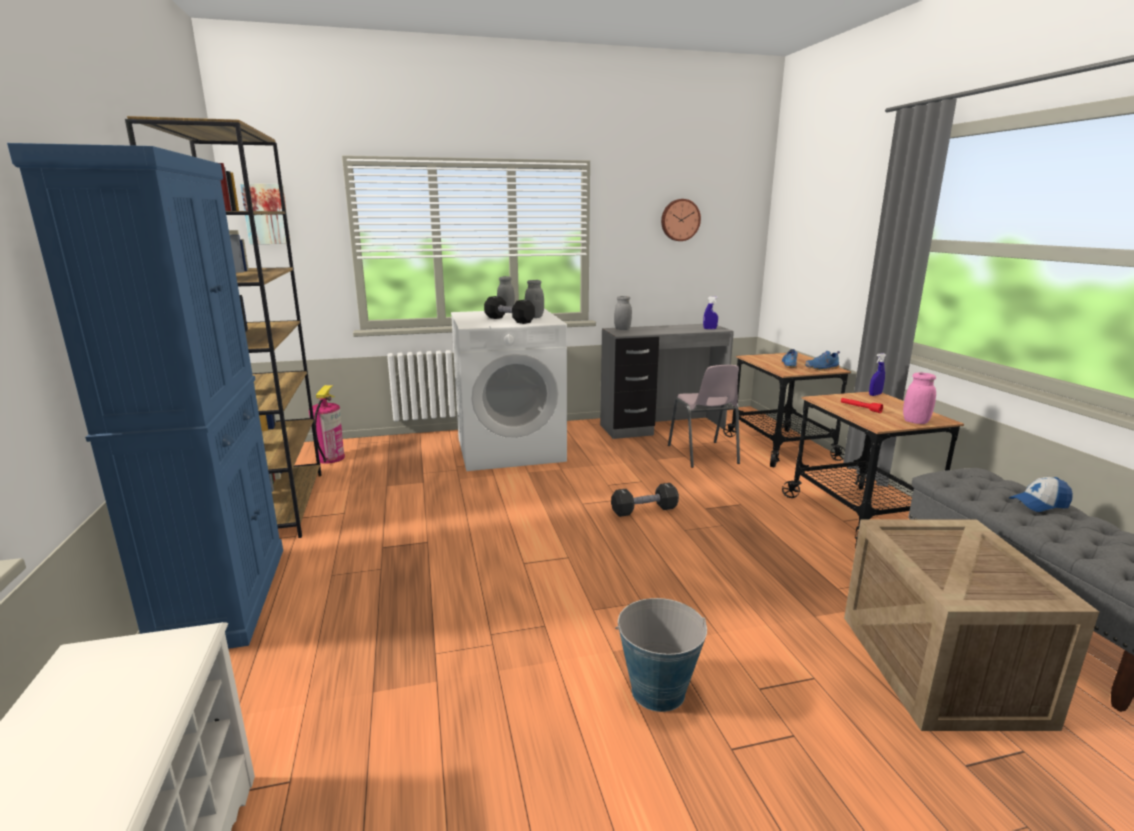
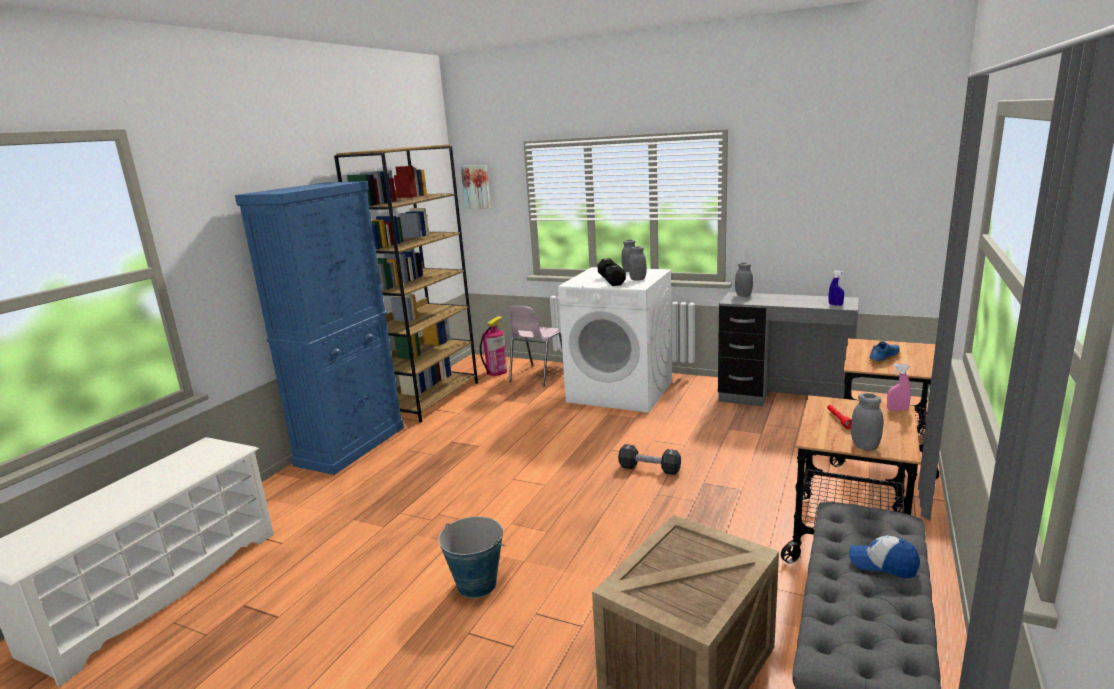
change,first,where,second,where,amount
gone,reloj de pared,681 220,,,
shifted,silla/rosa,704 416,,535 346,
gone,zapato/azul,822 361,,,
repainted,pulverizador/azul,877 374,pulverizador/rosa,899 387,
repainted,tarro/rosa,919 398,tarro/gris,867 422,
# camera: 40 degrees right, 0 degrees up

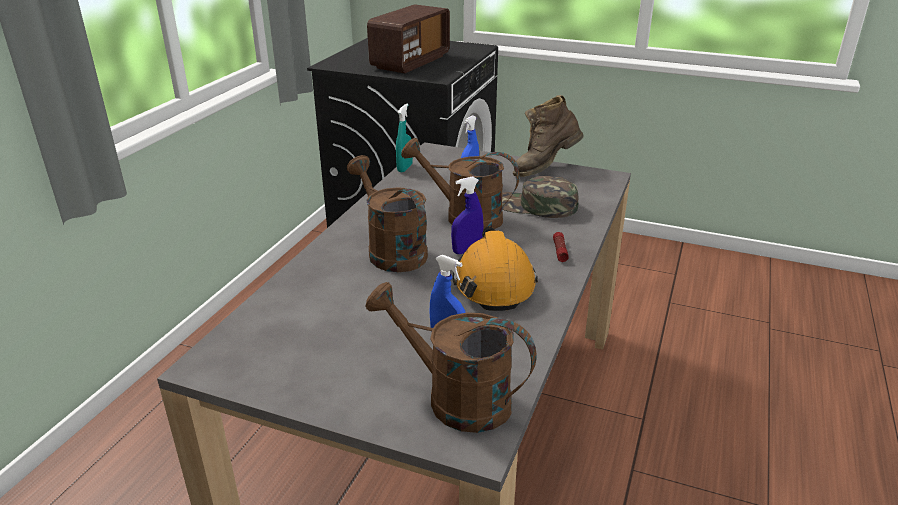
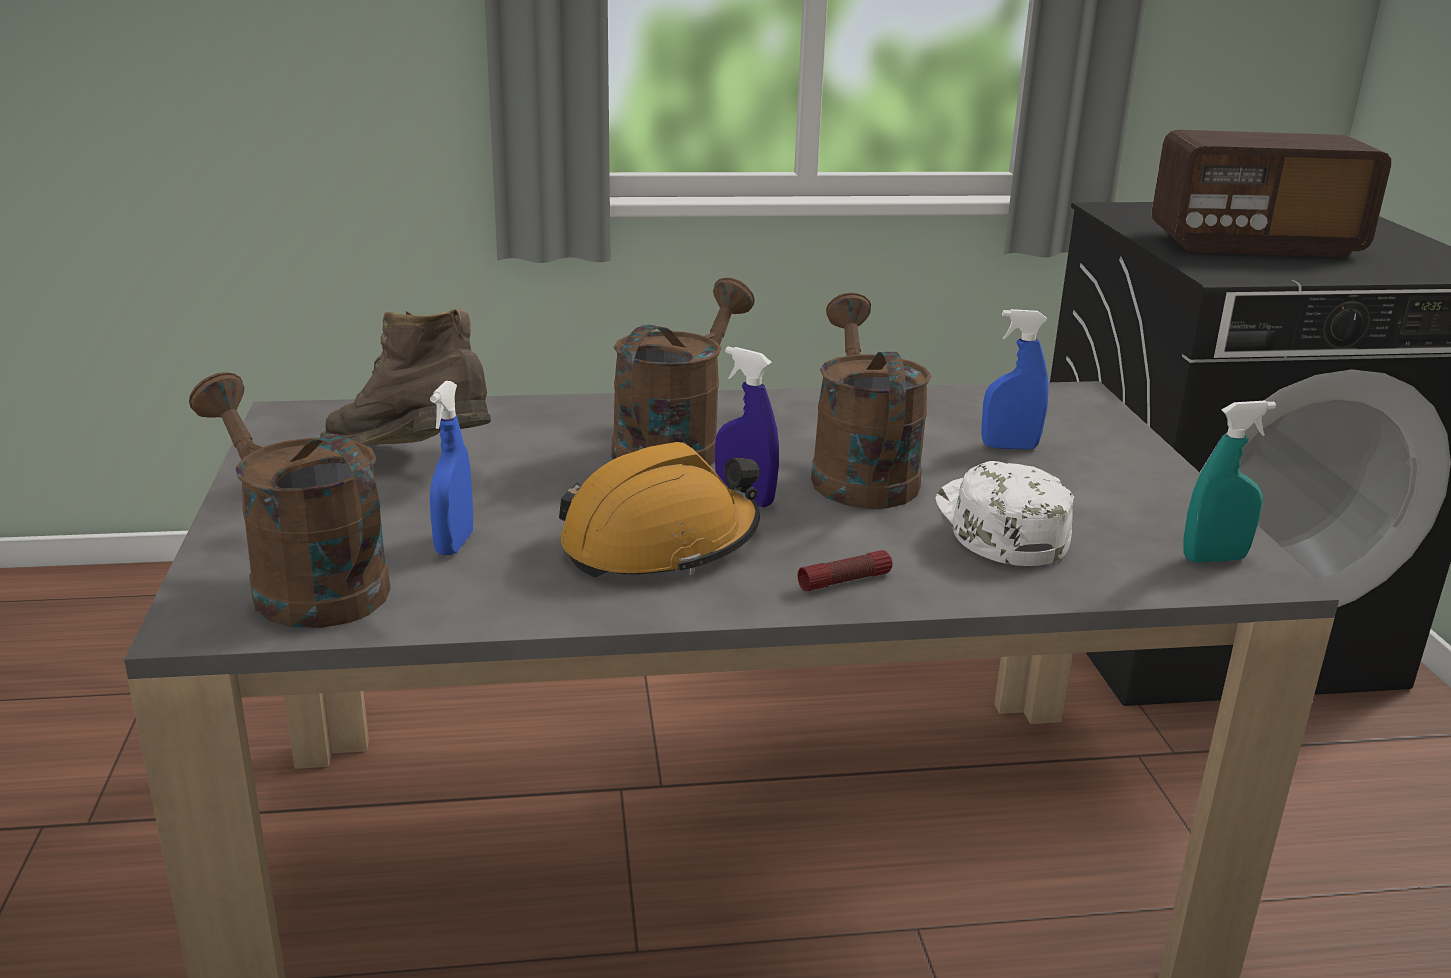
change,first,where,second,where,amount
rotated,regadera/marrón,450 357,,290 500,45 degrees counterclockwise
shifted,pulverizador/turquesa,404 138,,1229 481,
repainted,gorra/verde,540 197,gorra/blanco,1005 513,
shifted,bota/marrón,548 136,,405 376,
# camera: 60 degrees right, 5 degrees down

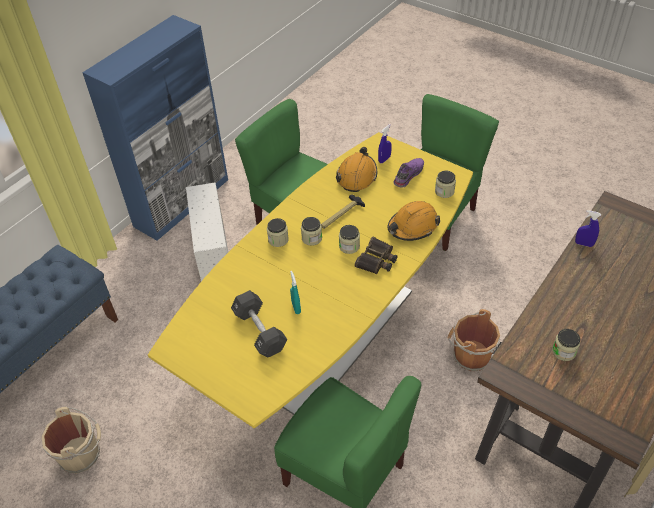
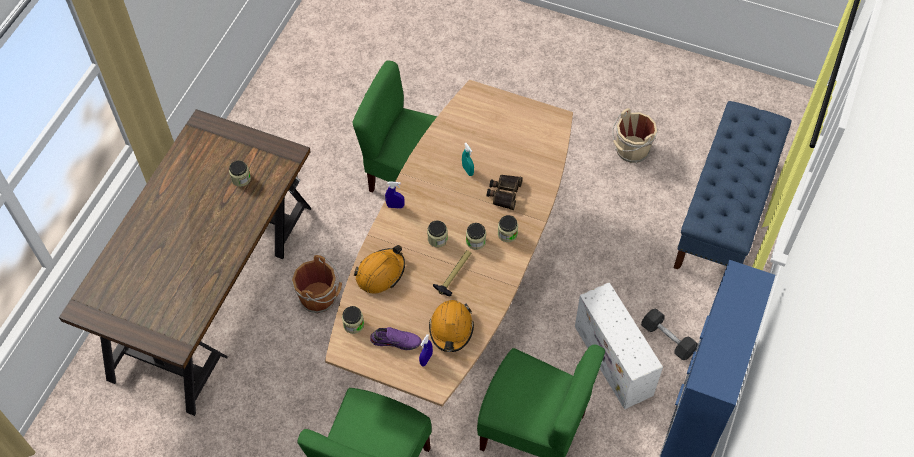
change,first,where,second,where,amount
repainted,mesa de comedor/amarillo,310 280,mesa de comedor/marrón,449 243,
shifted,mancuerna/negro,259 324,,669 334,
shifted,prismáticos,376 255,,505 192,
rotated,zapato/morado,409 173,,395 338,105 degrees counterclockwise
shifted,pulverizador/azul,588 228,,395 195,
# camera: 165 degrees right, 10 degrees up

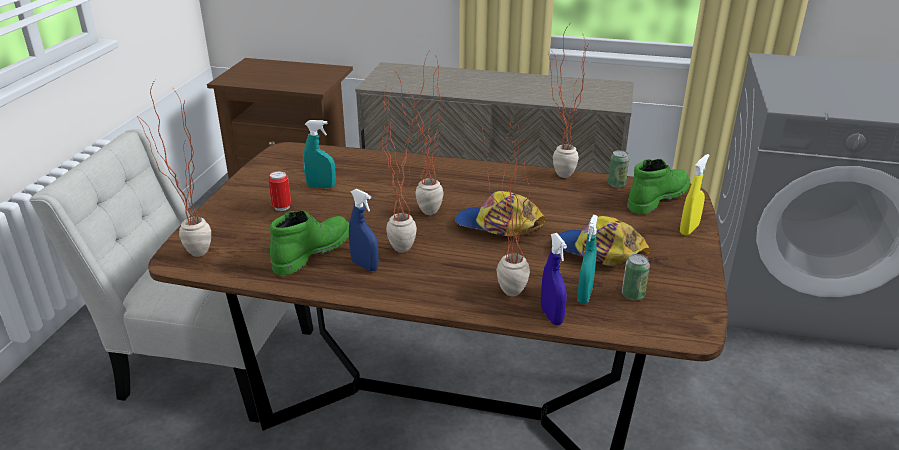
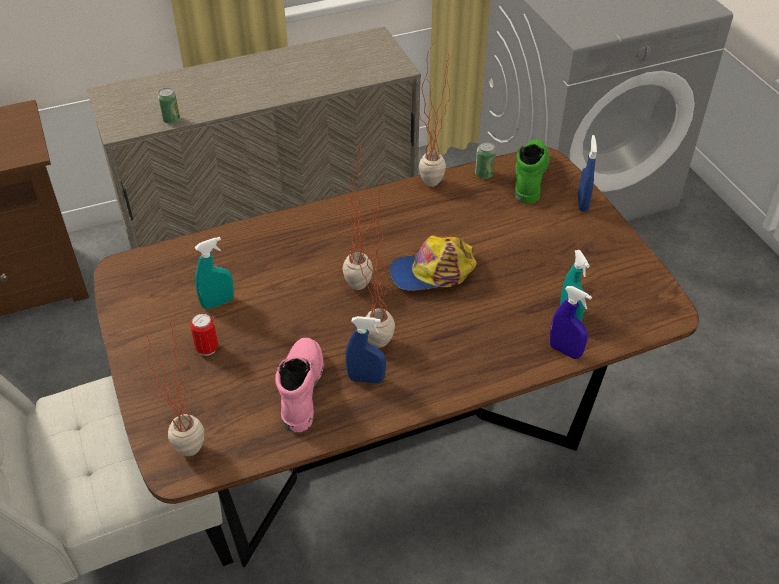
change,first,where,second,where,amount
repainted,bota/verde,309 242,bota/rosa,299 385,
gone,planta en maceta,510 199,,,
gone,gorra,604 241,,,
shifted,lata,636 277,,169 106,
repainted,pulverizador/amarillo,695 194,pulverizador/azul,587 173,
# camera: 35 degrees left, 15 degrees up

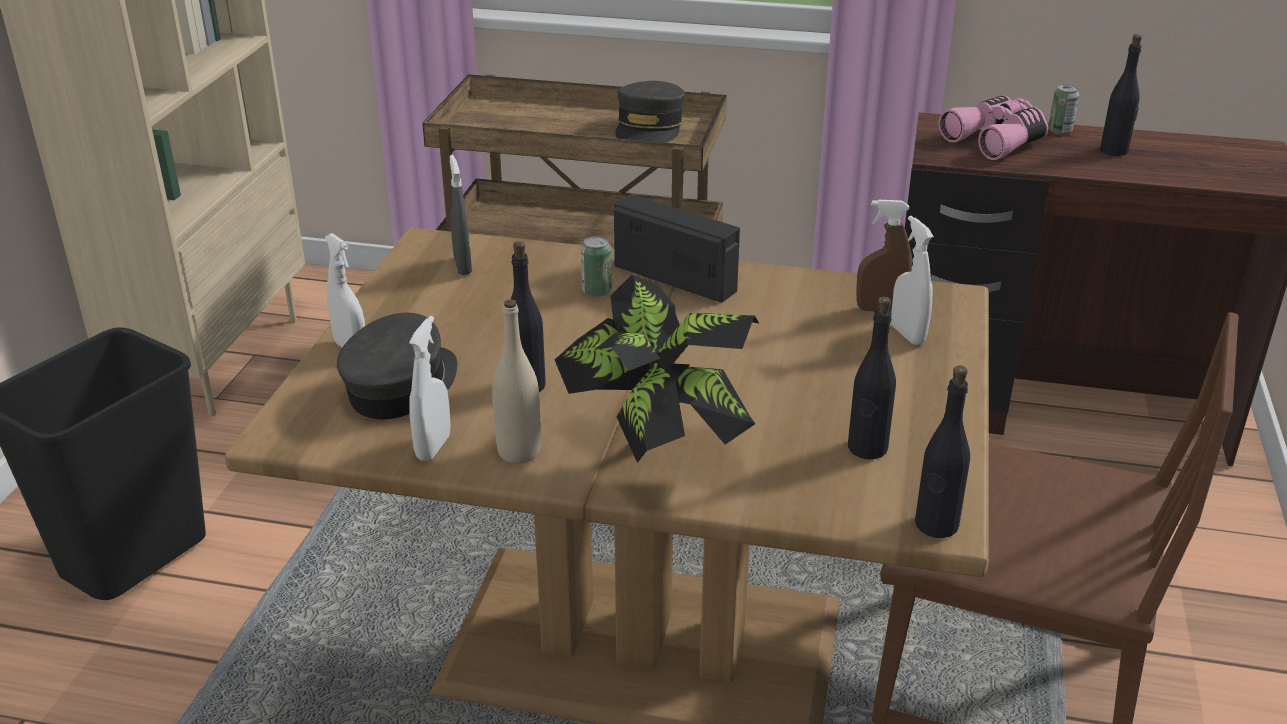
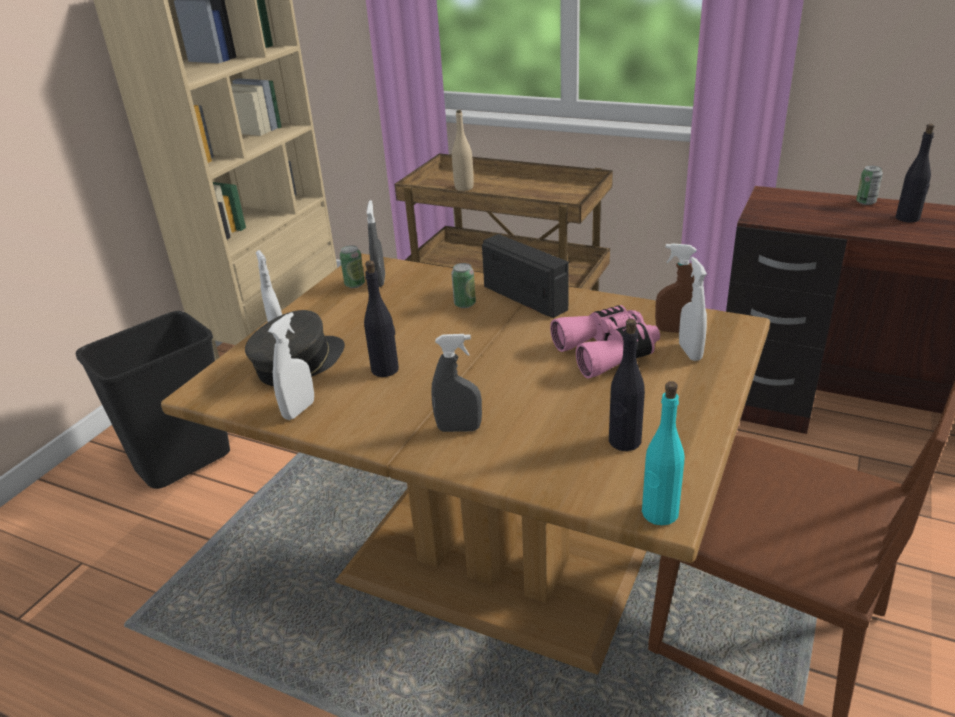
change,first,where,second,where,amount
shifted,botella/beis,516 381,,463 150,
swapped,planta en maceta,656 369,pulverizador/gris,456 383,
gone,gorra/gris,650 112,,,
repainted,botella/negro,942 452,botella/turquesa,663 453,
shifted,prismáticos/rosa,993 128,,605 341,
new,,,lata,352 266,
# camera: 15 degrees right, 0 degrees up

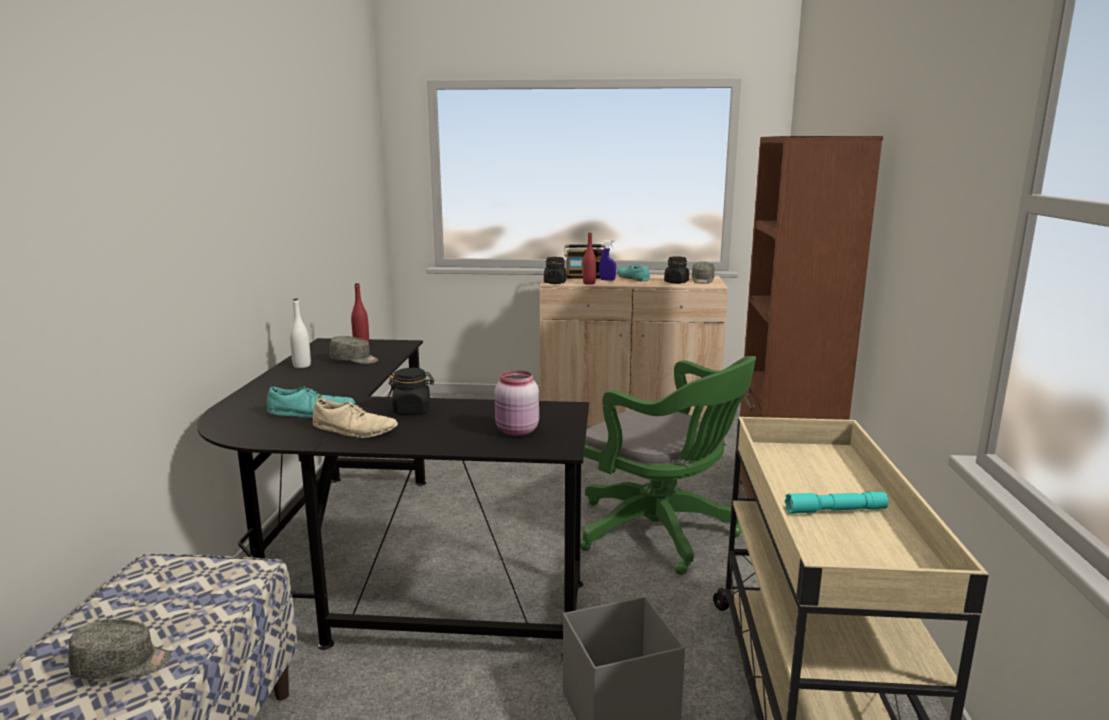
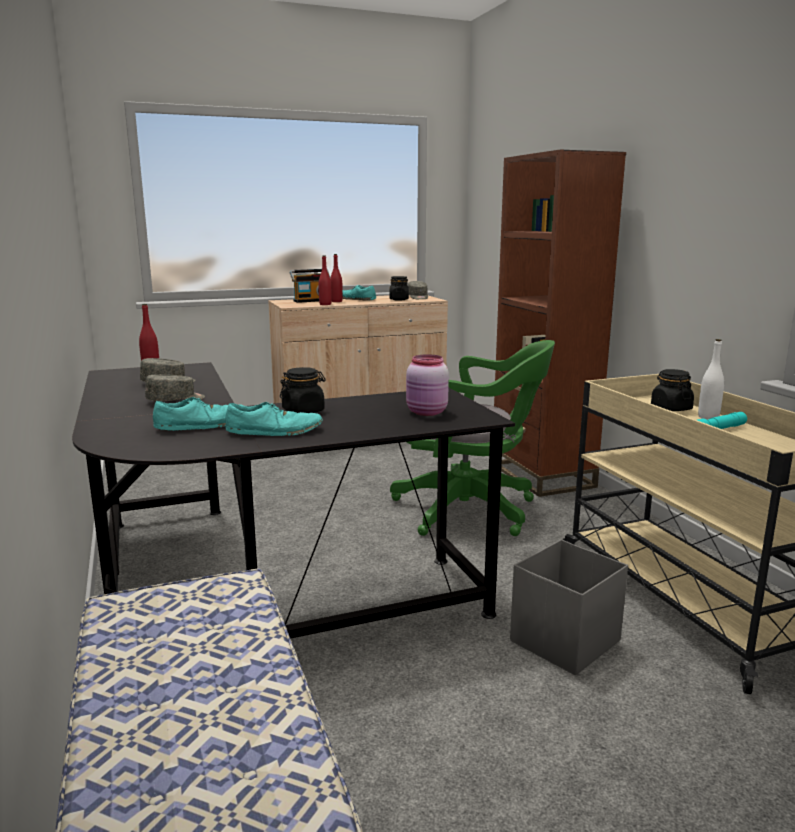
change,first,where,second,where,amount
shifted,gorra/gris,120 649,,175 387,
shifted,botella/blanco,300 333,,711 379,
repainted,zapato/beis,355 418,zapato/turquesa,274 419,
shifted,tarro/negro,555 270,,672 390,
swapped,pulverizador/azul,607 260,botella/rojo,336 278,
# camera: 25 degrees left, 0 degrees up

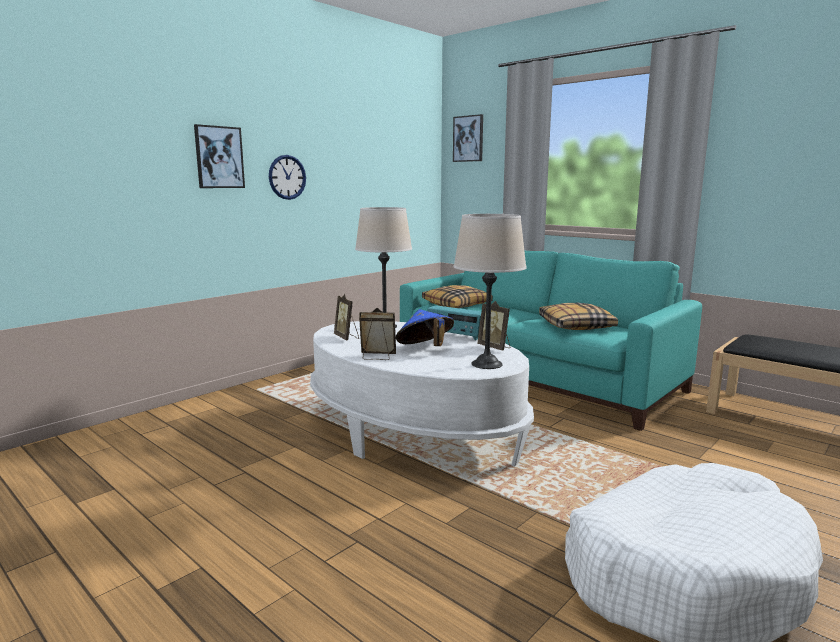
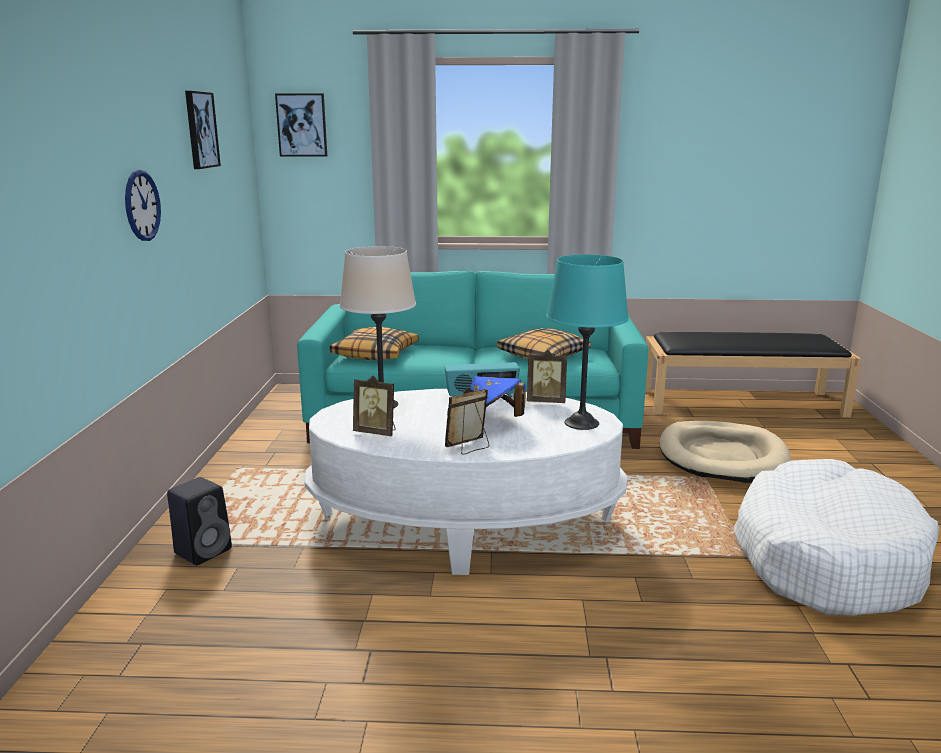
change,first,where,second,where,amount
shifted,cuadro,219 156,,203 130,
repainted,lámpara de mesa/beis,490 291,lámpara de mesa/turquesa,587 342,
new,,,altavoz/negro,199 521,
new,,,cama para perro/beis,725 452,
# camera: 40 degrees left, 5 degrees up

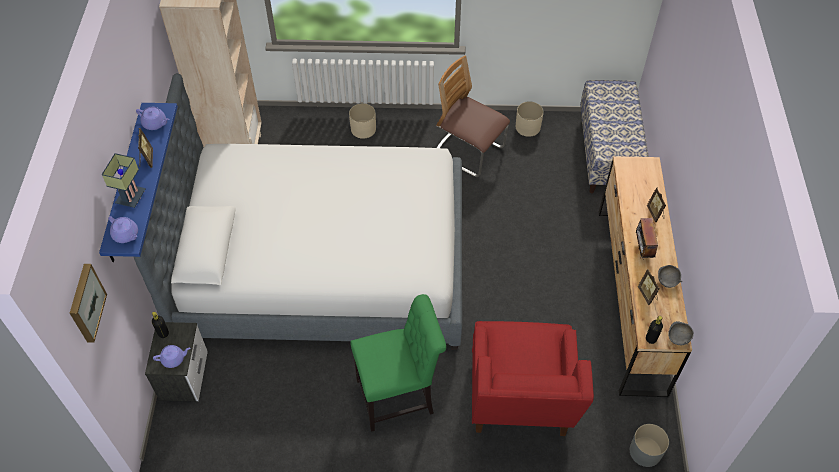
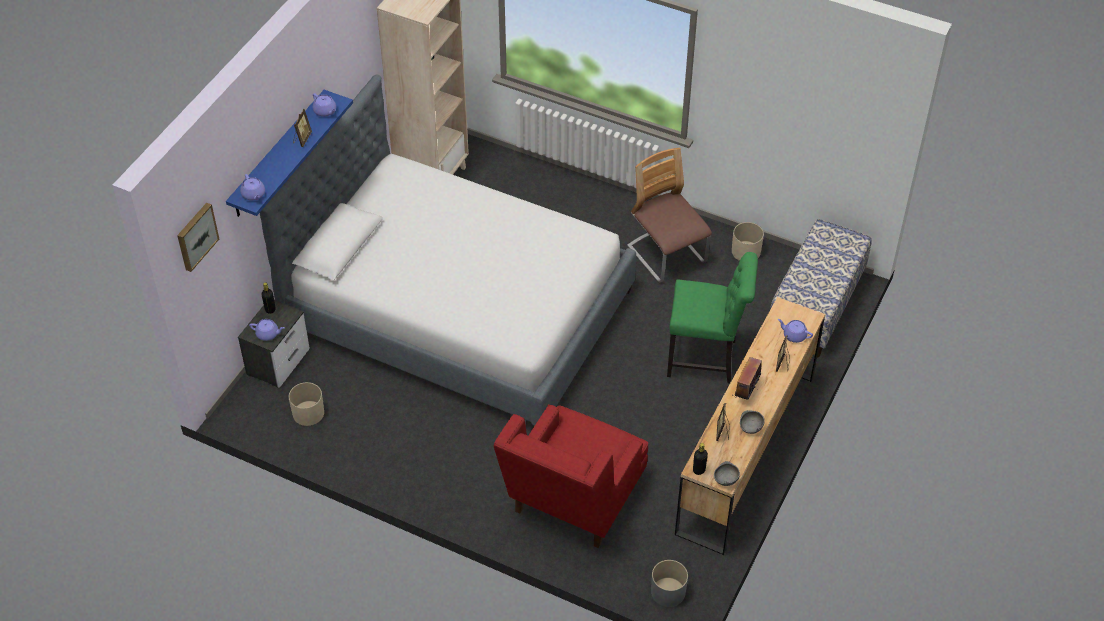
change,first,where,second,where,amount
gone,lámpara de mesa,124 180,,,
shifted,maceta/beis,362 121,,306 404,
shifted,silla/verde,398 363,,712 317,
new,,,tetera/morado,795 331,
# camera: 25 degrees right, 5 degrees down

